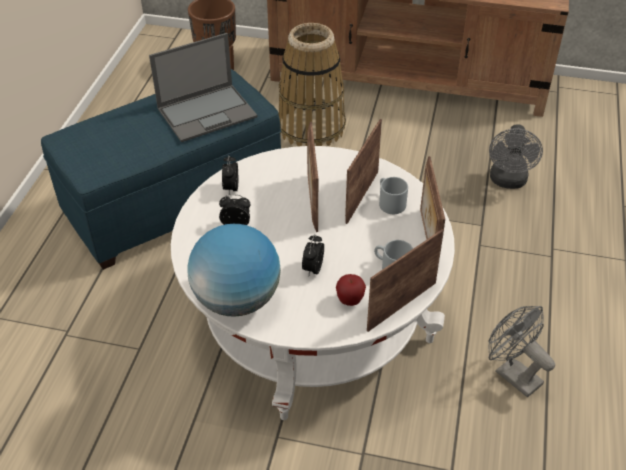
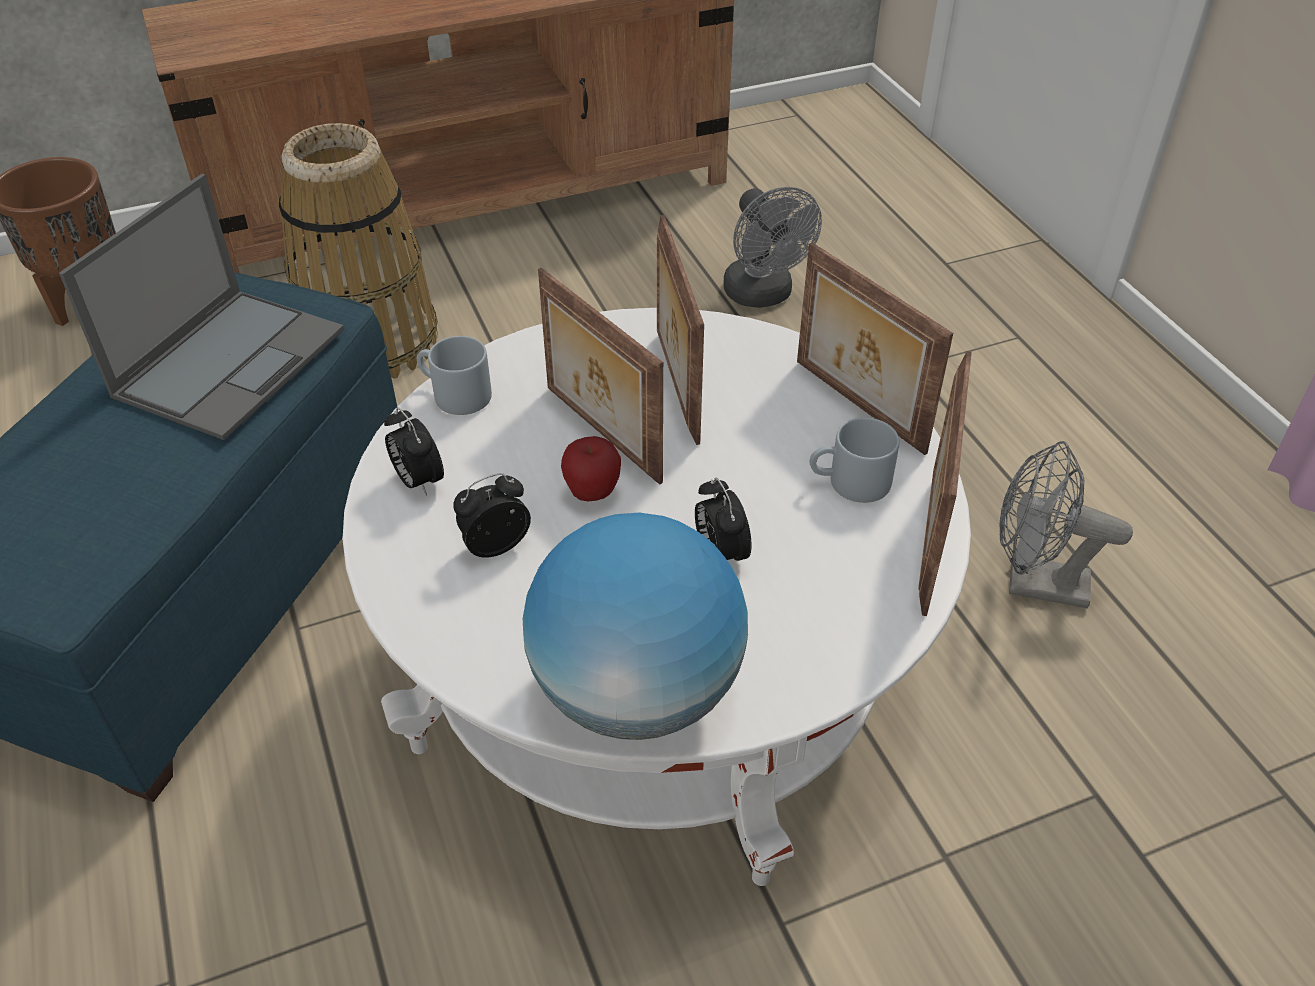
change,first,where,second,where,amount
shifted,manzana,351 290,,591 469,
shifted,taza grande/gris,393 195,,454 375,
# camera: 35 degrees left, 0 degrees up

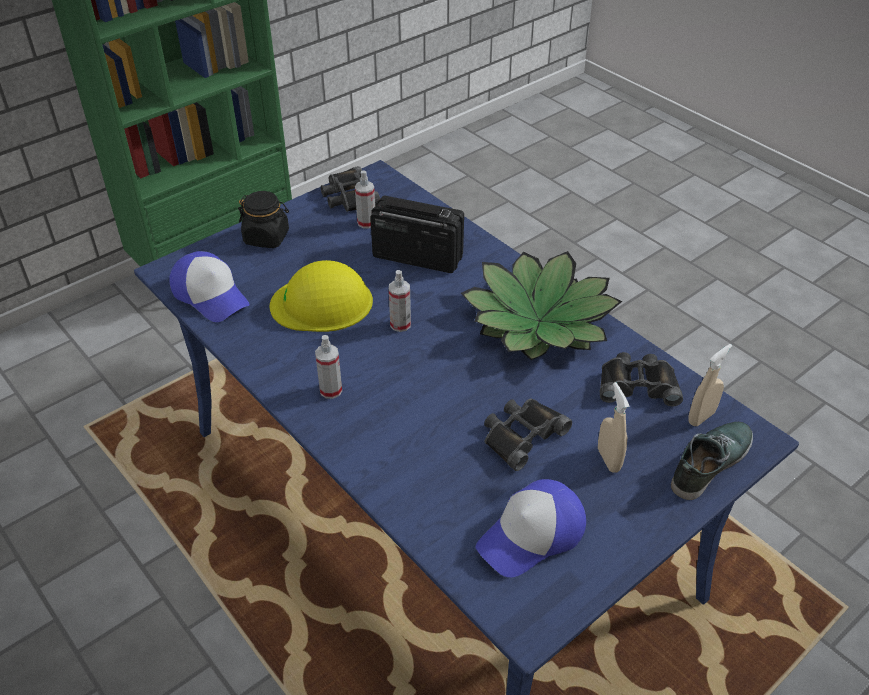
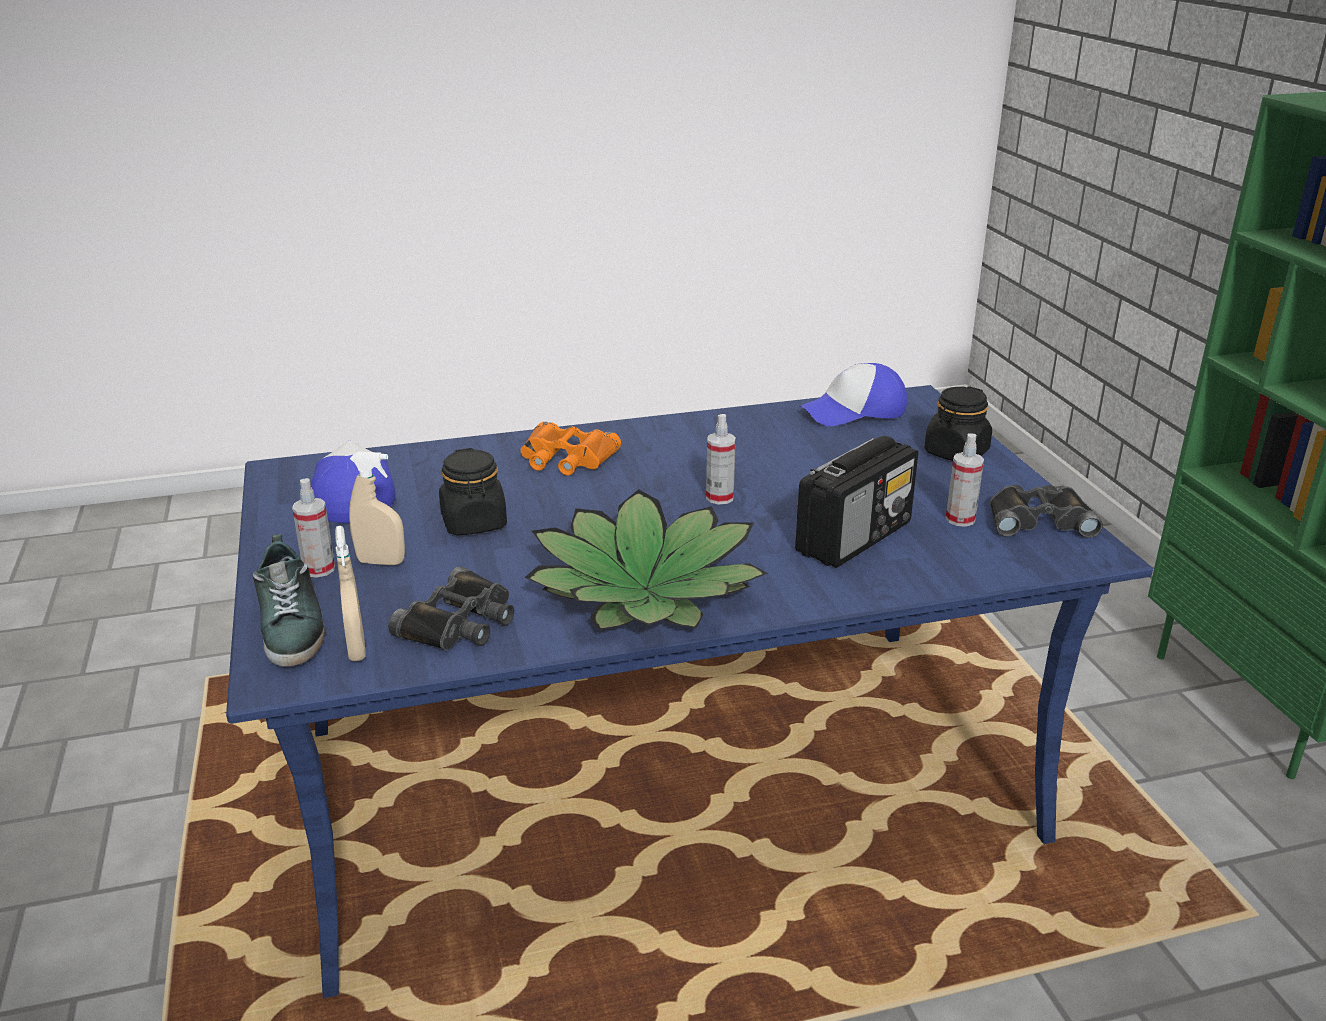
change,first,where,second,where,amount
gone,casco/amarillo,321 296,,,
shifted,pulverizador,328 367,,313 528,
swapped,prismáticos/negro,528 434,tarro/negro,473 491,
new,,,prismáticos/naranja,571 449,
# camera: 115 degrees right, 15 degrees down

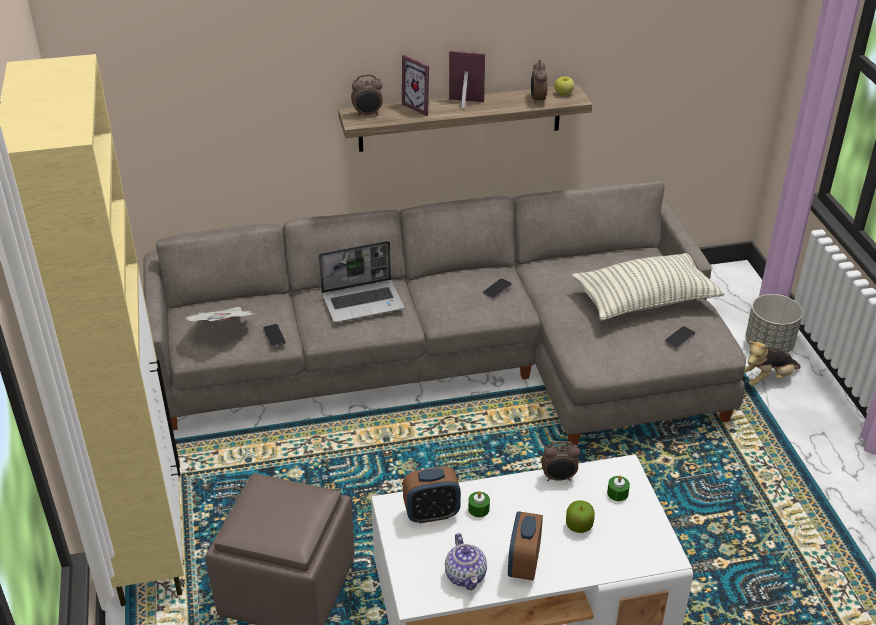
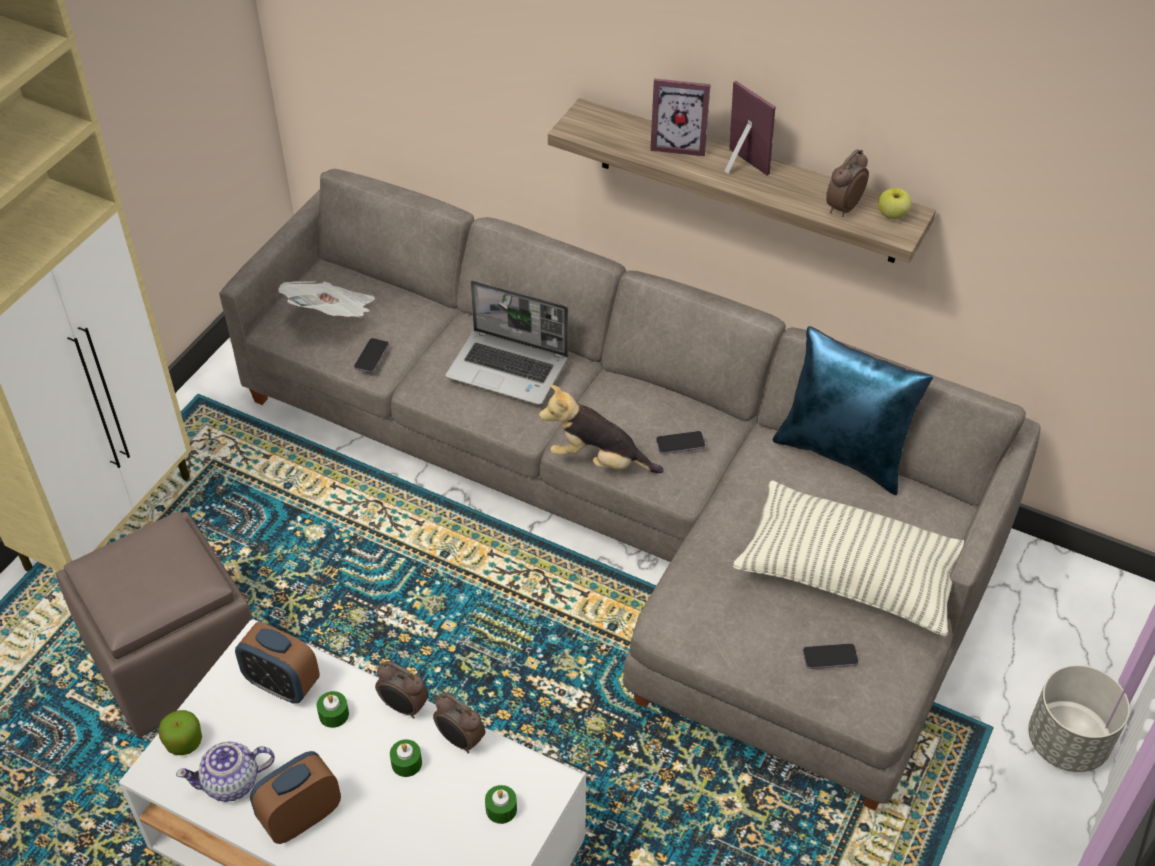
change,first,where,second,where,amount
shifted,despertador,367 95,,402 690,
rotated,portarretratos,416 85,,680 117,75 degrees counterclockwise
rotated,tetera,466 561,,225 771,45 degrees clockwise
shifted,manzana,580 516,,180 732,
shifted,peluche,772 363,,601 429,
new,,,vela/verde,406 758,
new,,,cojín/azul,853 410,
# camera: 40 degrees right, 10 degrees up

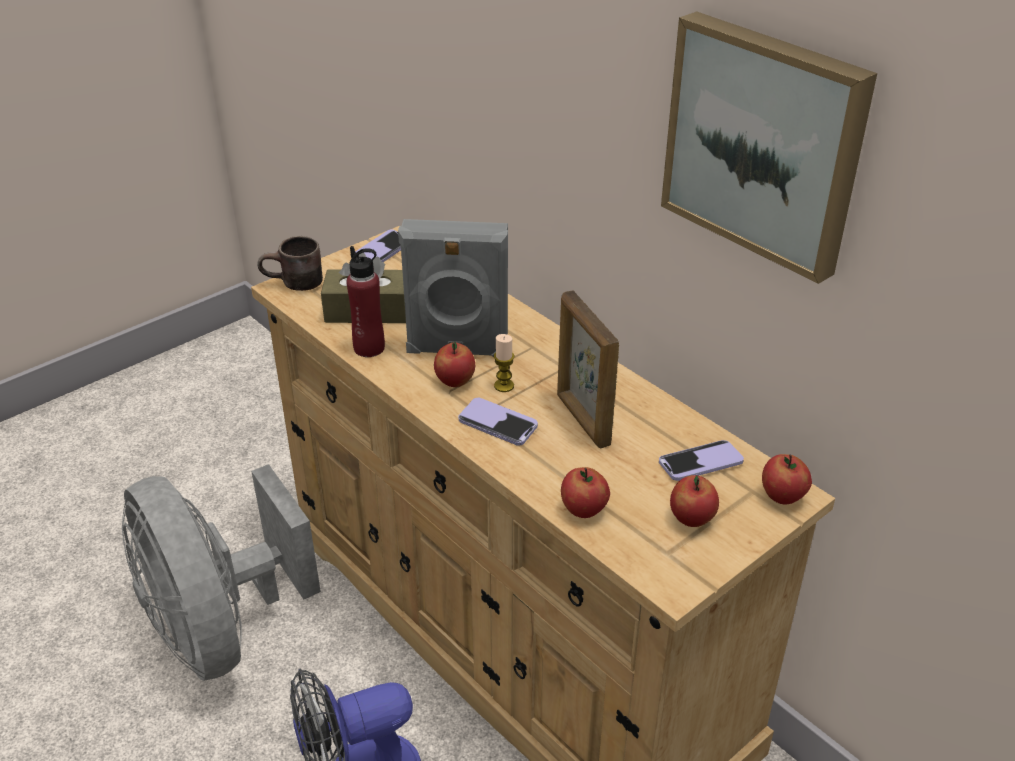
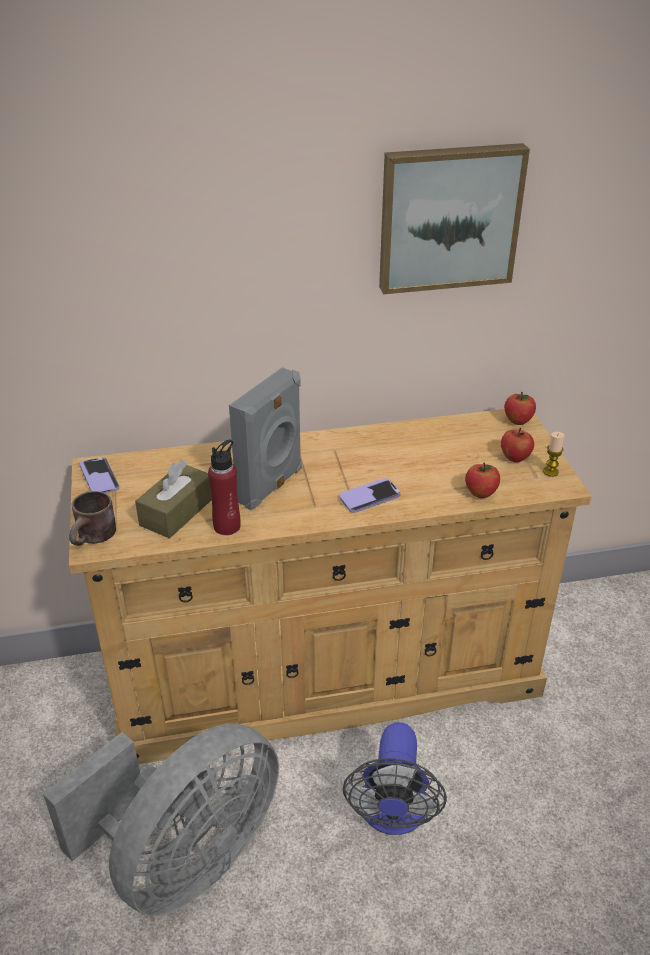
change,first,where,second,where,amount
rotated,ventilador/gris,221 572,,161 819,45 degrees counterclockwise
gone,manzana,454 364,,,
shifted,vela,504 363,,554 454,
gone,portarretratos,588 369,,,
gone,móvil,701 460,,,
# camera: 60 degrees left, 0 degrees up

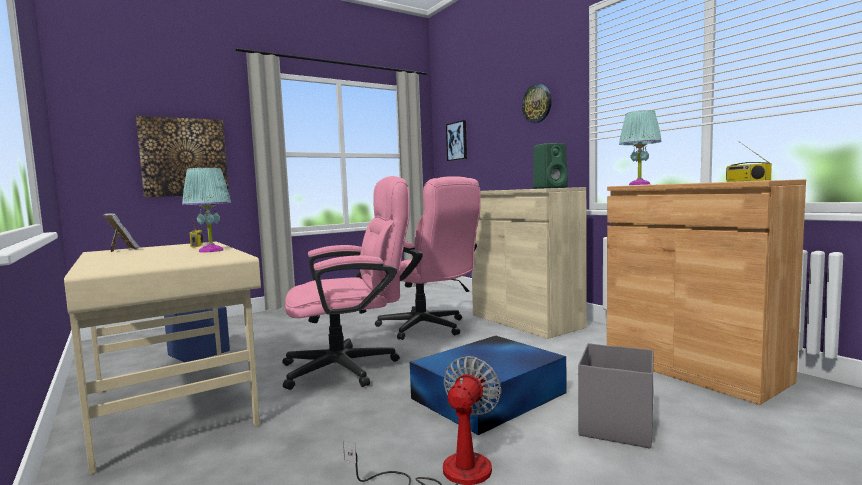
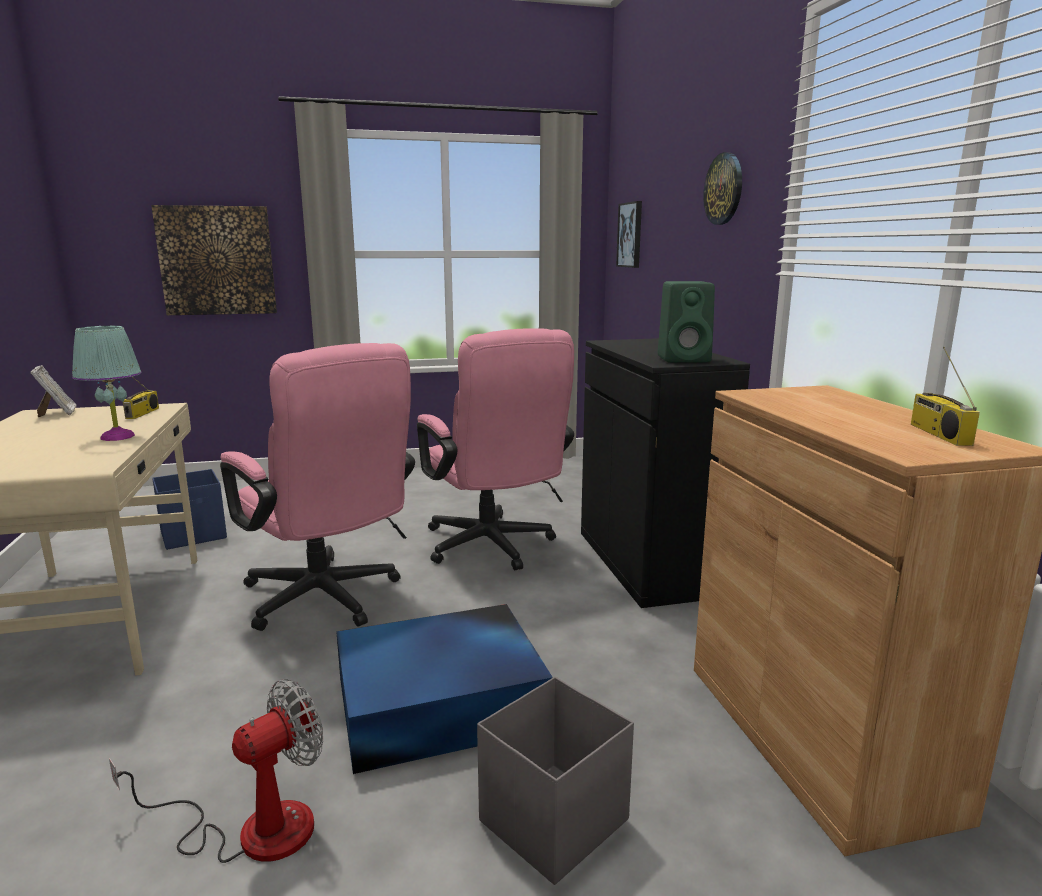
change,first,where,second,where,amount
rotated,silla de oficina/rosa,345 283,,317 487,45 degrees clockwise
repainted,armario/beis,529 263,armario/negro,665 473,
gone,lámpara de mesa/turquesa,640 147,,,
# camera: 20 degrees right, 10 degrees up

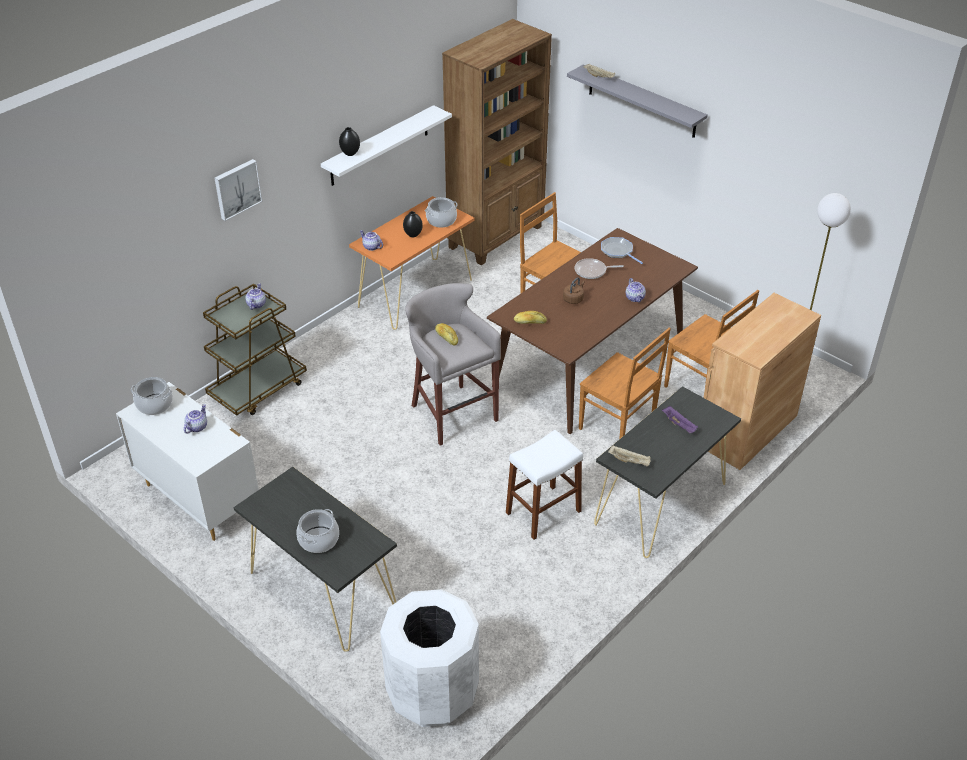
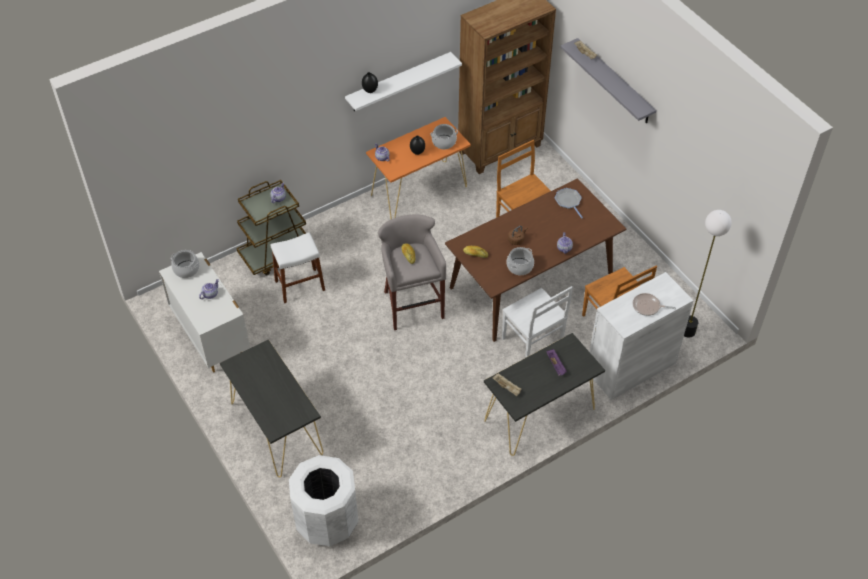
change,first,where,second,where,amount
gone,cuadro,239 190,,,
shifted,olla,317 531,,520 261,
shifted,taburete/blanco,544 485,,298 267,
shifted,sartén,599 268,,654 304,
repainted,silla/marrón,625 383,silla/blanco,537 322,
repainted,armario/marrón,762 381,armario/blanco,642 336,
# camera: 15 degrees right, 10 degrees up

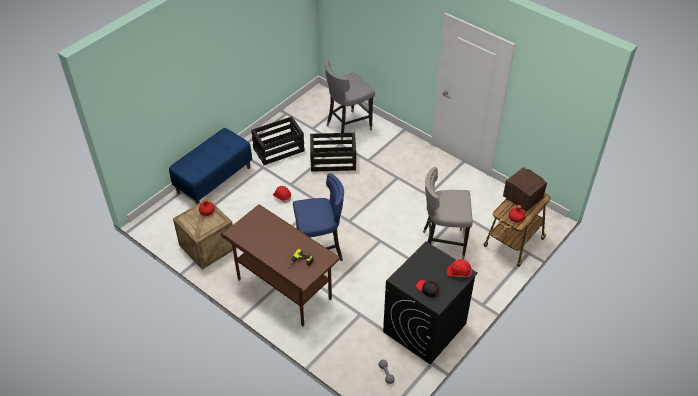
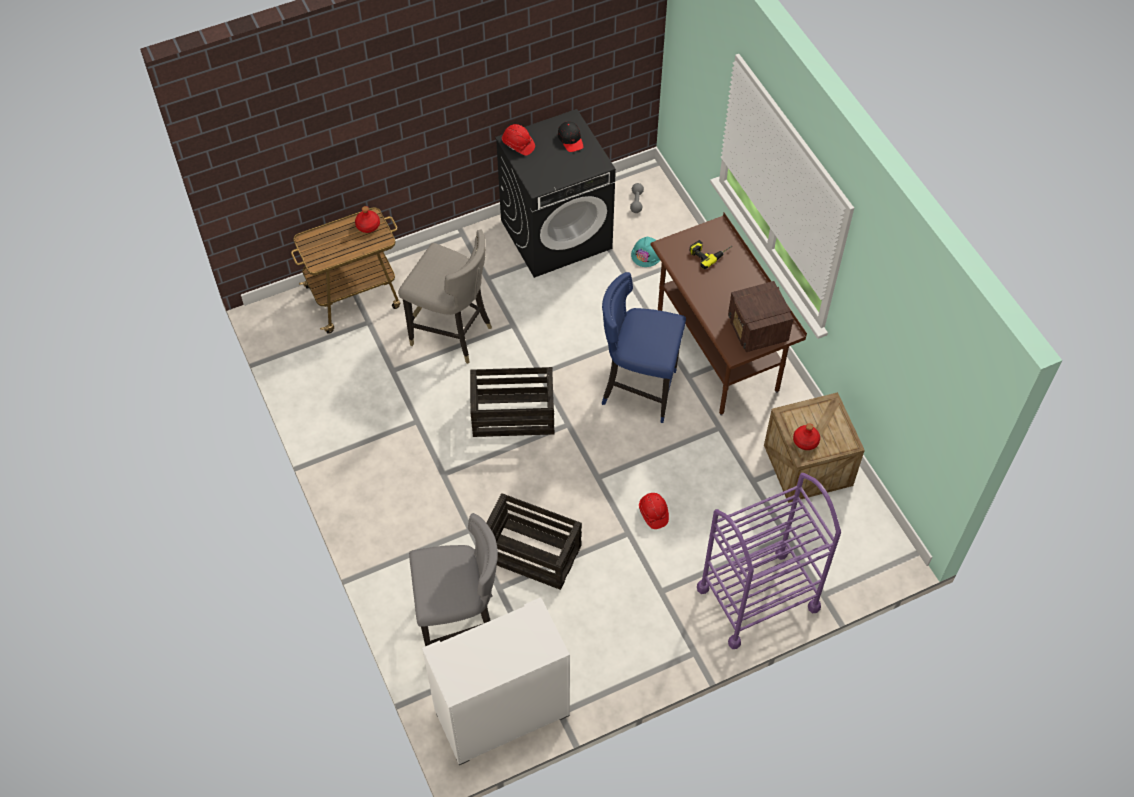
change,first,where,second,where,amount
swapped,banco/azul,210 166,carrito/morado,769 561,
shifted,caja de embalaje,278 140,,512 402,
shifted,radio,525 189,,760 316,
new,,,armario/blanco,496 681,
new,,,casco/turquesa,645 252,
# camera: 155 degrees left, 10 degrees up

